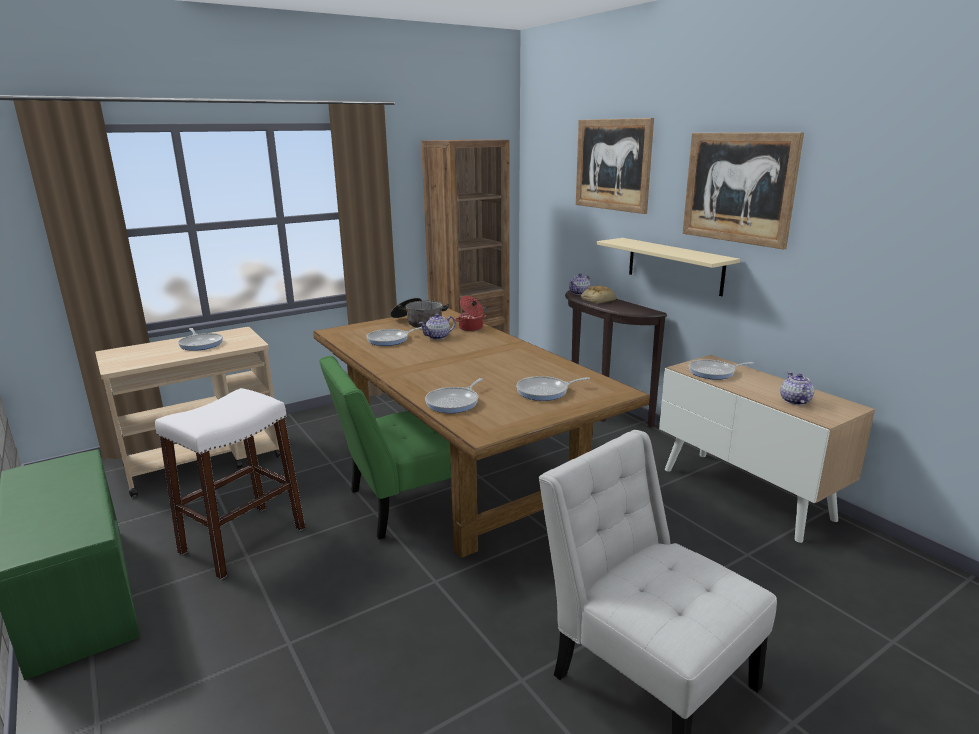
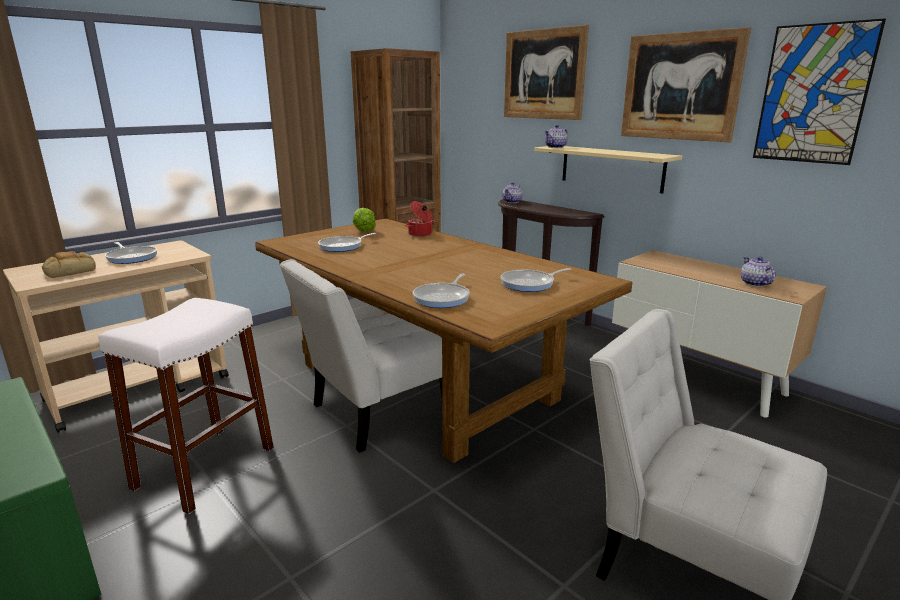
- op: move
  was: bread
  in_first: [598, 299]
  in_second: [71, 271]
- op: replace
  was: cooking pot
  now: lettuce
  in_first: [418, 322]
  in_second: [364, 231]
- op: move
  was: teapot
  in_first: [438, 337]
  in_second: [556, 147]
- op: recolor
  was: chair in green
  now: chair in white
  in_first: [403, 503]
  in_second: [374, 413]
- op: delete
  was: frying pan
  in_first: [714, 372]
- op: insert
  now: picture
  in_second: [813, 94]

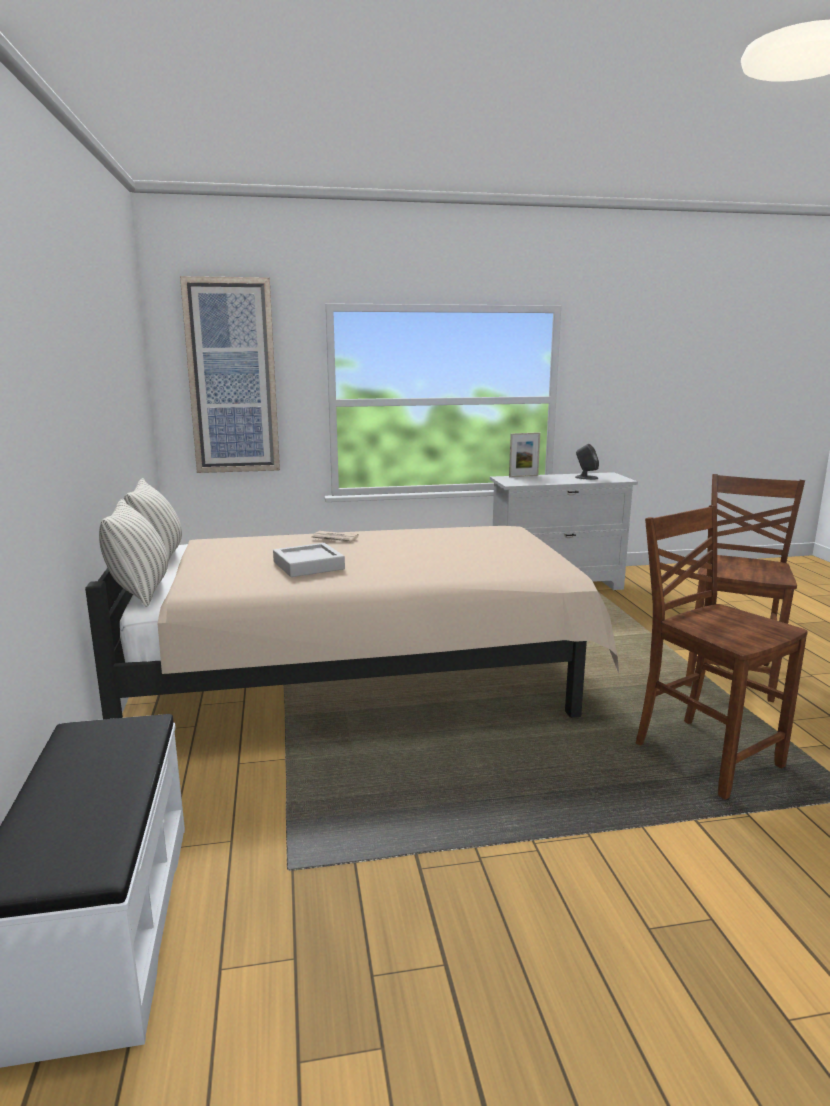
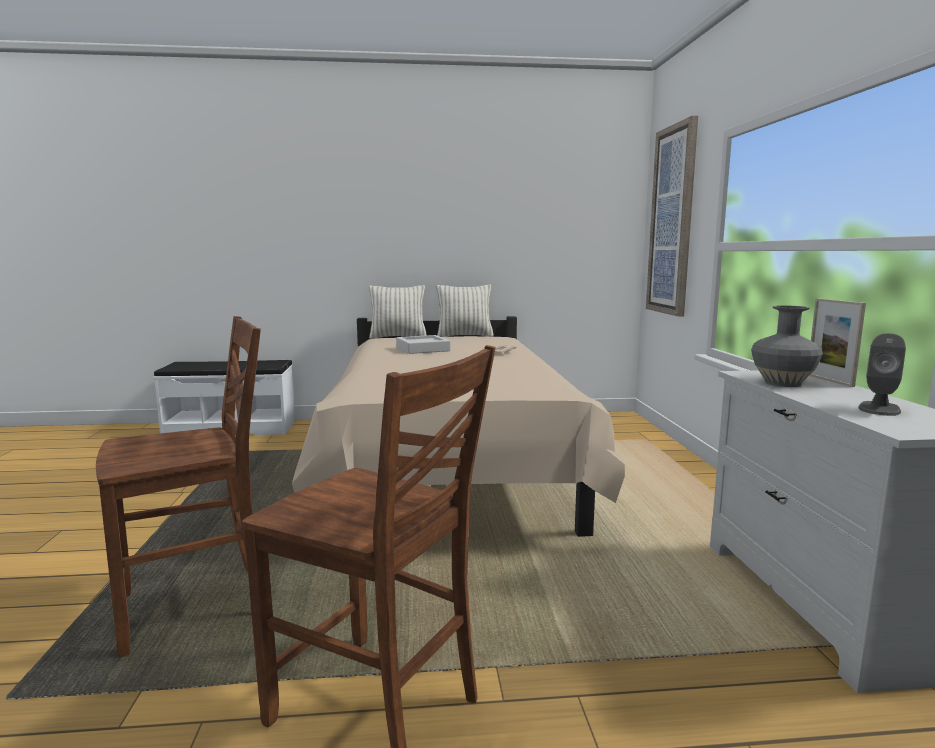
- op: insert
  now: vase in grey
  in_second: [781, 383]

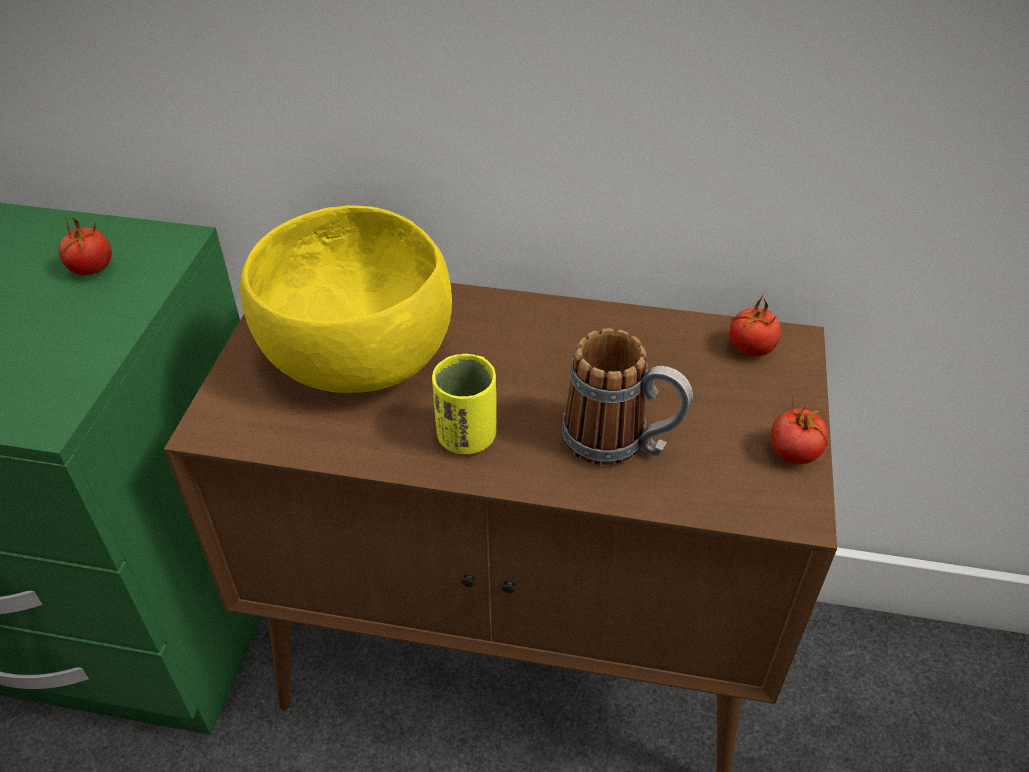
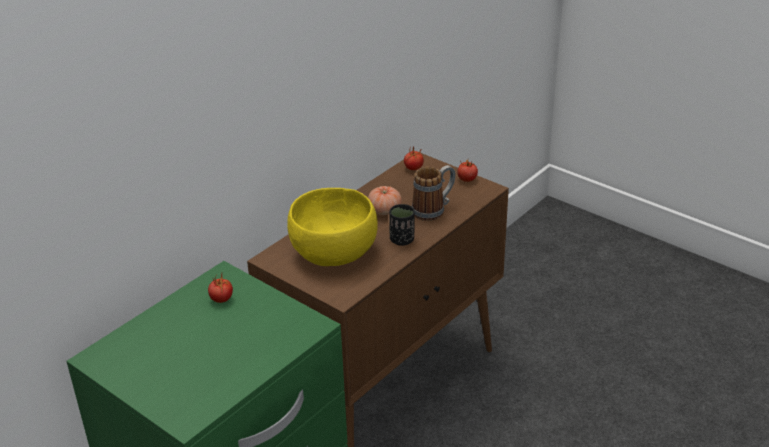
- op: recolor
  was: cup in yellow
  now: cup in black
  in_first: [467, 437]
  in_second: [402, 240]
- op: insert
  now: tomato
  in_second: [384, 210]

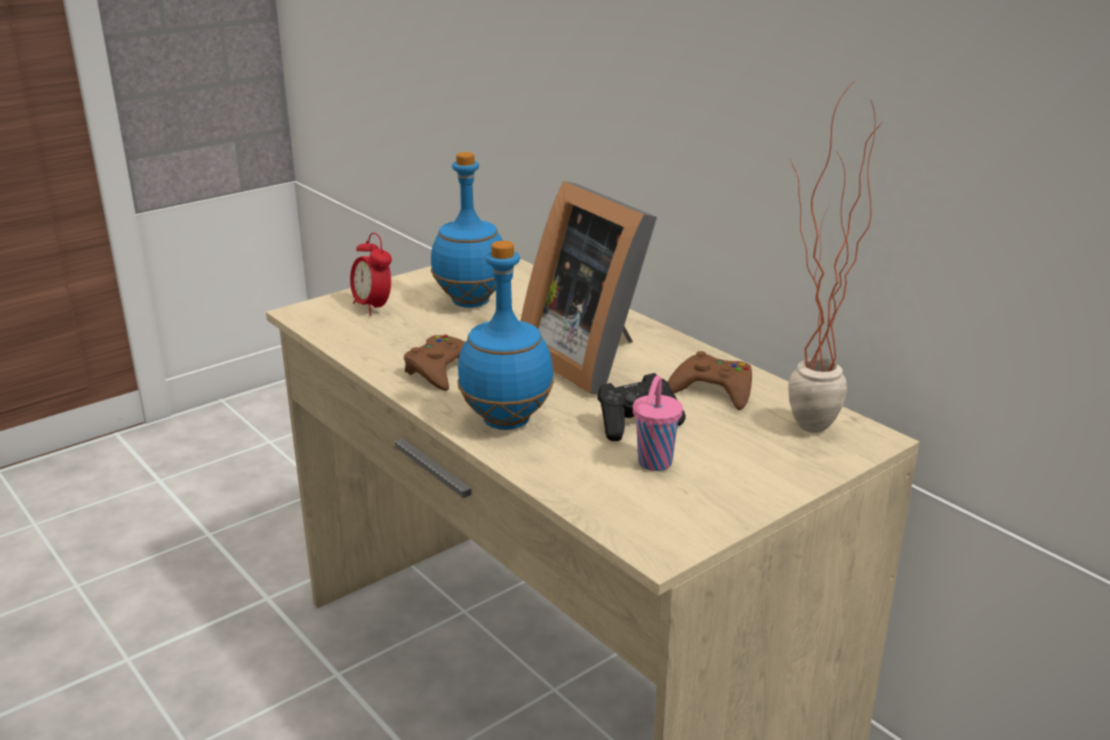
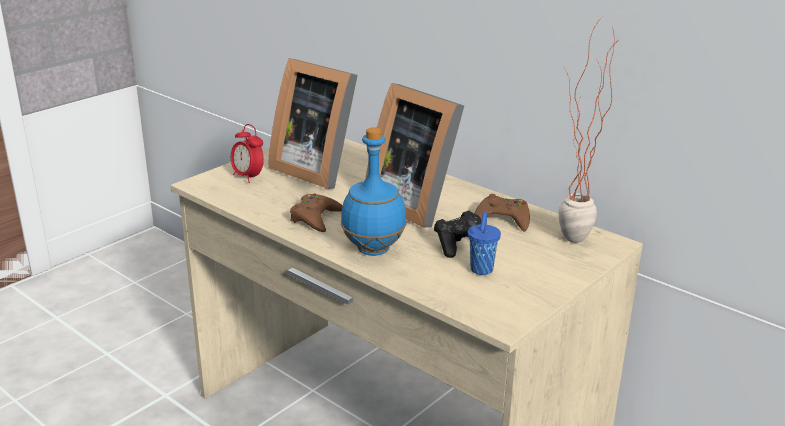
- op: replace
  was: bottle in blue
  now: picture frame
  in_first: [472, 302]
  in_second: [317, 169]
- op: recolor
  was: cup in pink
  now: cup in blue
  in_first: [654, 464]
  in_second: [481, 270]

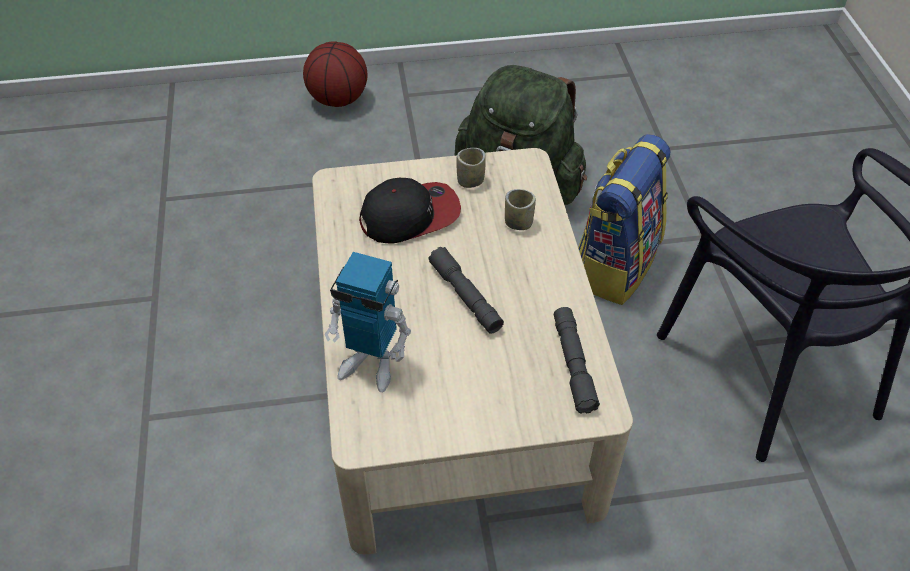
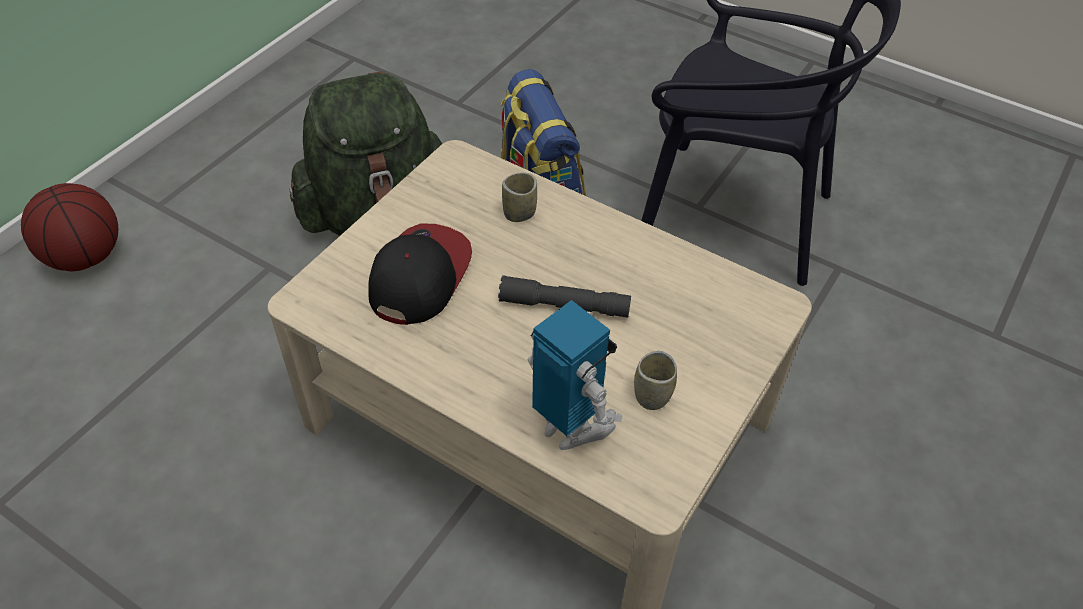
- op: move
  was: cup
  in_first: [470, 181]
  in_second: [652, 395]
- op: rotate
  was: toy robot
  in_first: [371, 364]
  in_second: [570, 427]
  clockwise: -105
- op: delete
  was: flashlight in grey
  in_first: [573, 364]

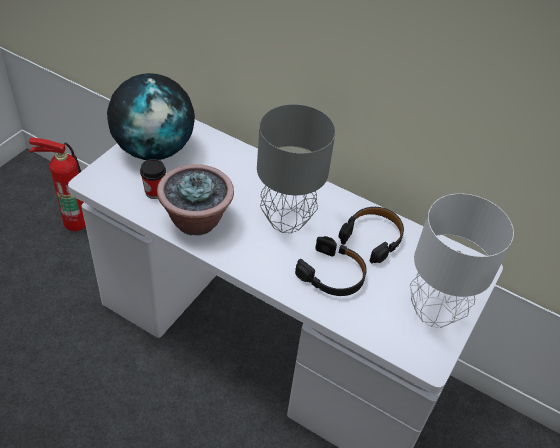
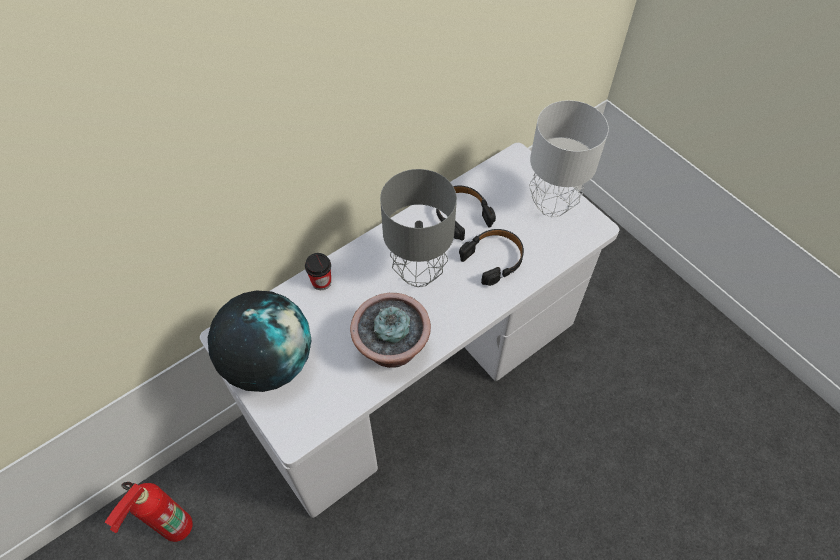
- op: move
  was: cup
  in_first: [154, 192]
  in_second: [321, 282]

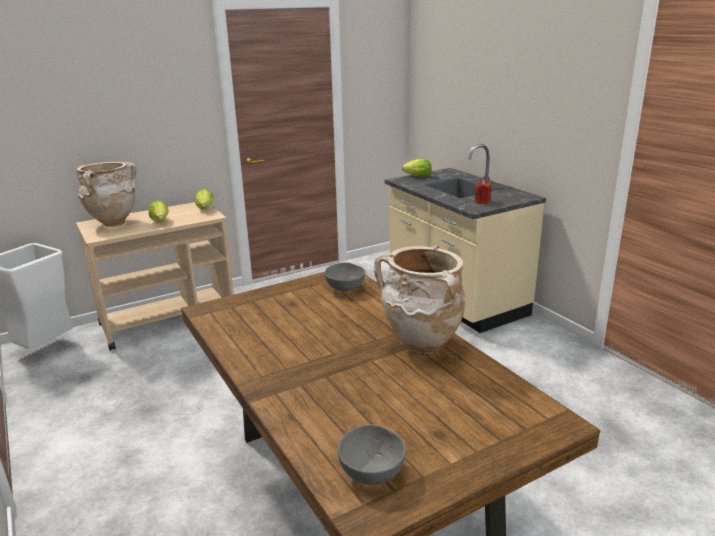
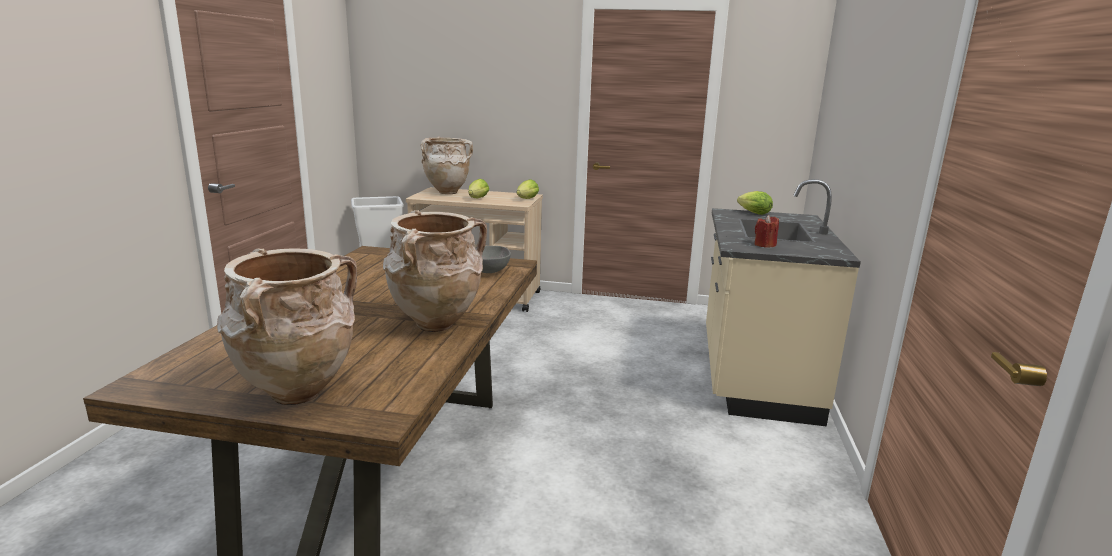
- op: delete
  was: bowl in grey
  in_first: [373, 471]
- op: insert
  now: vase in beige
  in_second: [296, 392]

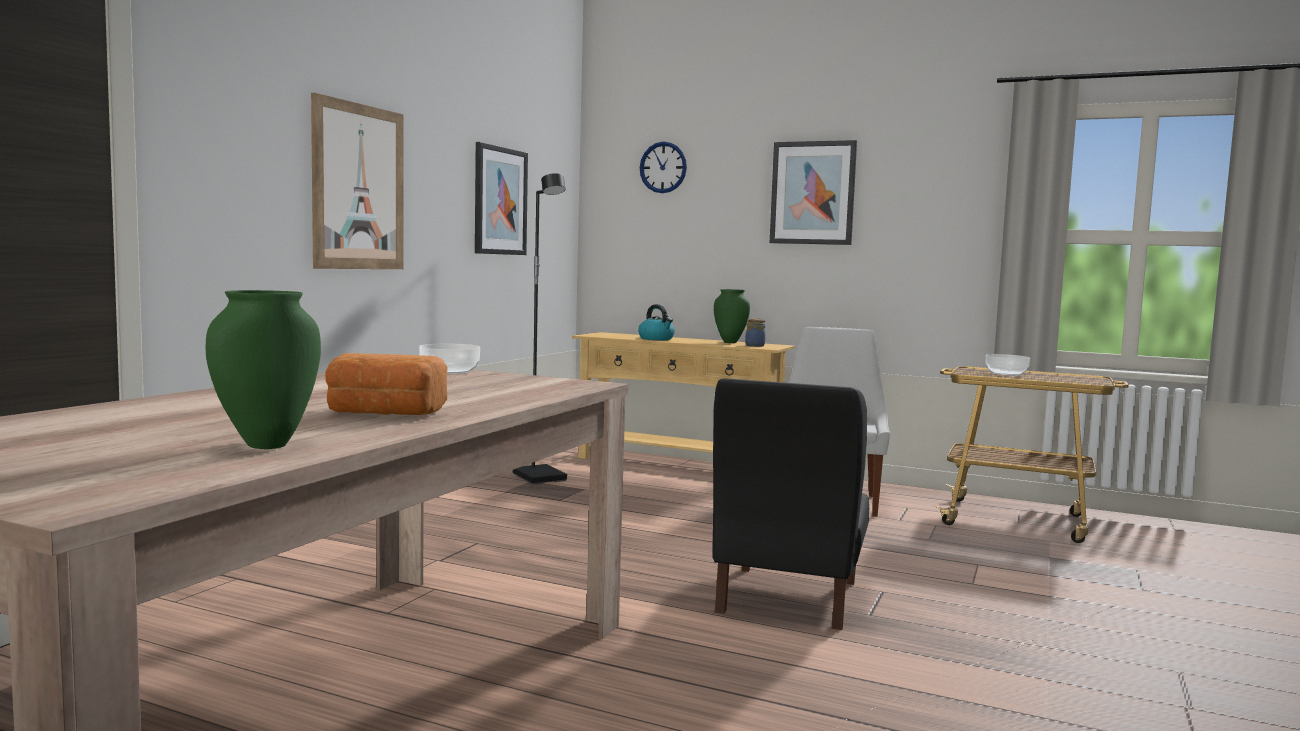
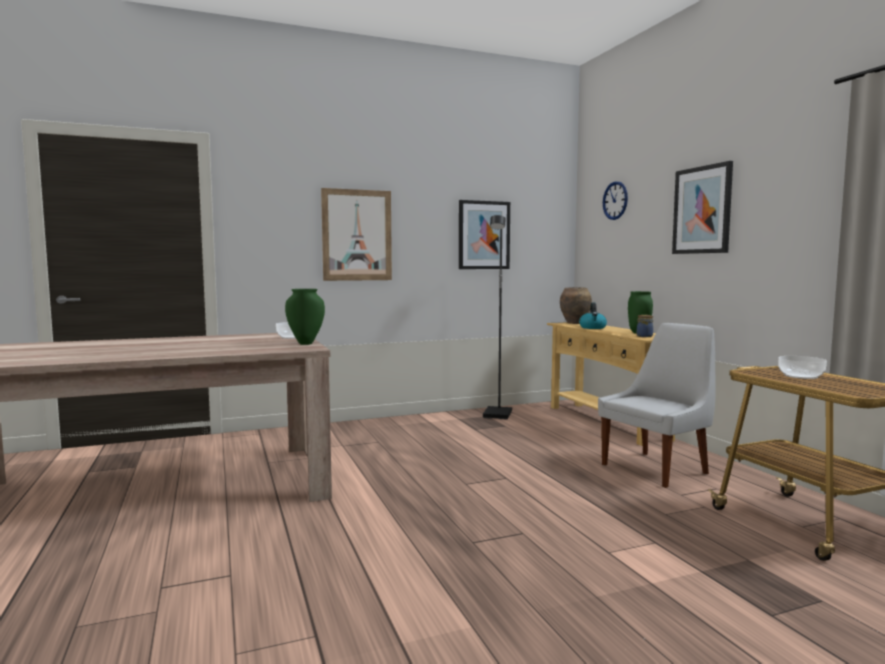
- op: move
  was: vase in green
  in_first: [267, 445]
  in_second: [305, 344]
- op: delete
  was: bread
  in_first: [384, 414]
- op: delete
  was: chair in black
  in_first: [786, 597]
- op: insert
  now: vase in brown
  in_second: [575, 323]

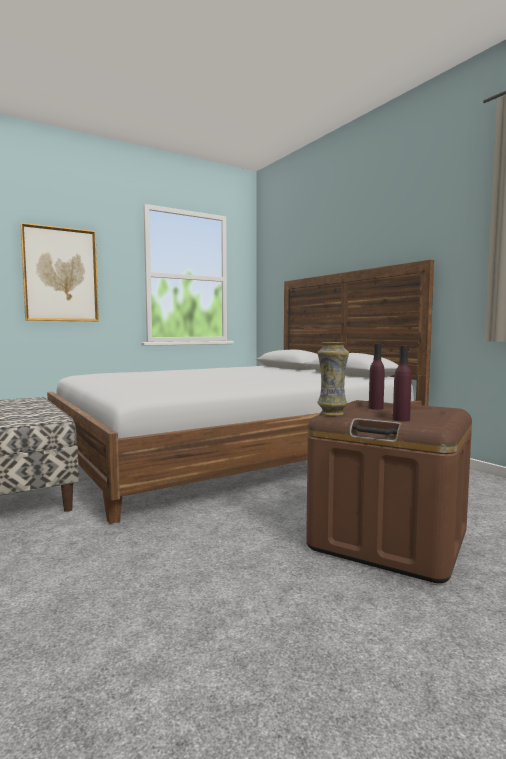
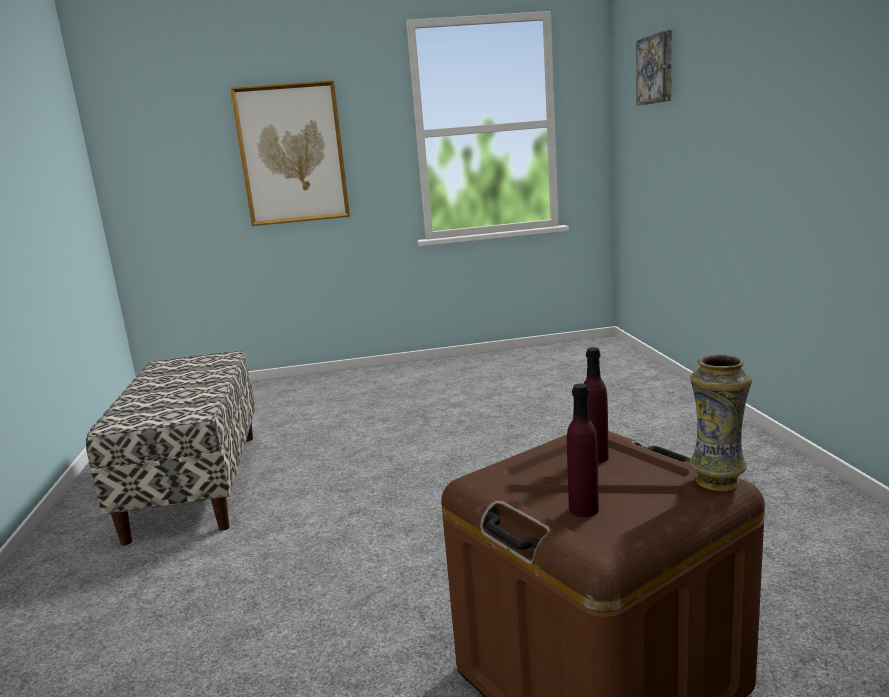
- op: delete
  was: bed
  in_first: [233, 454]
- op: move
  was: vase
  in_first: [332, 413]
  in_second: [717, 481]
- op: insert
  now: picture
  in_second: [656, 69]

